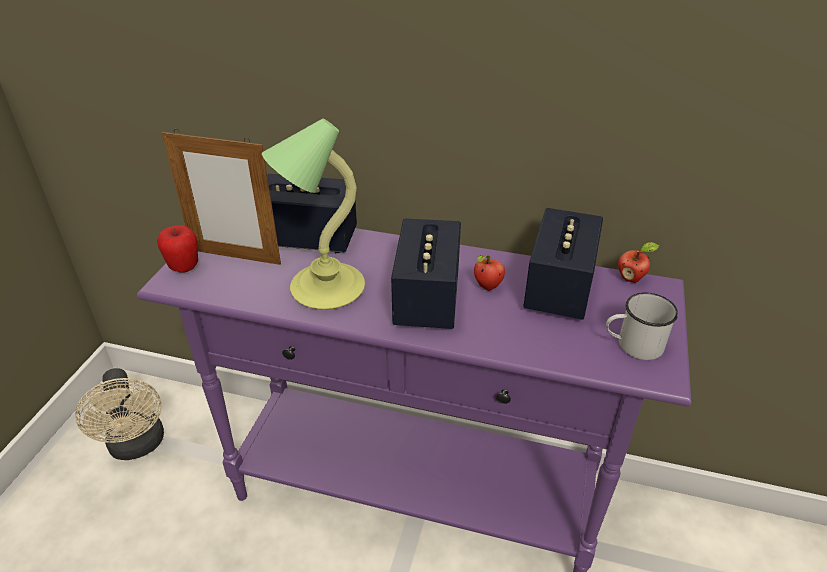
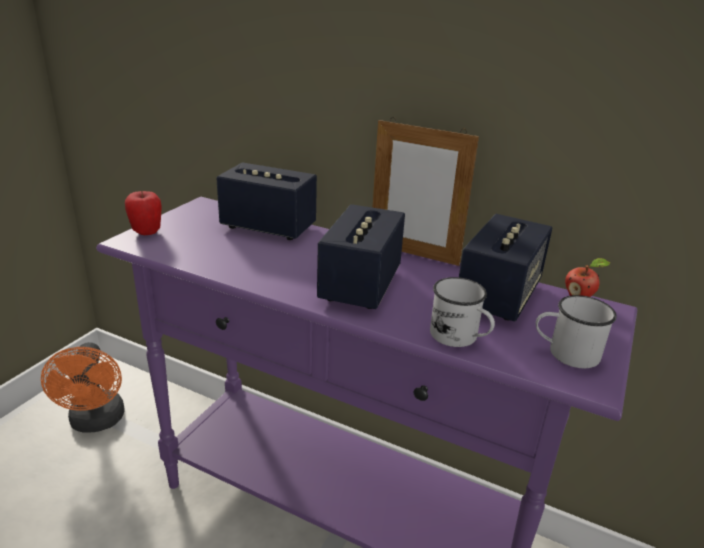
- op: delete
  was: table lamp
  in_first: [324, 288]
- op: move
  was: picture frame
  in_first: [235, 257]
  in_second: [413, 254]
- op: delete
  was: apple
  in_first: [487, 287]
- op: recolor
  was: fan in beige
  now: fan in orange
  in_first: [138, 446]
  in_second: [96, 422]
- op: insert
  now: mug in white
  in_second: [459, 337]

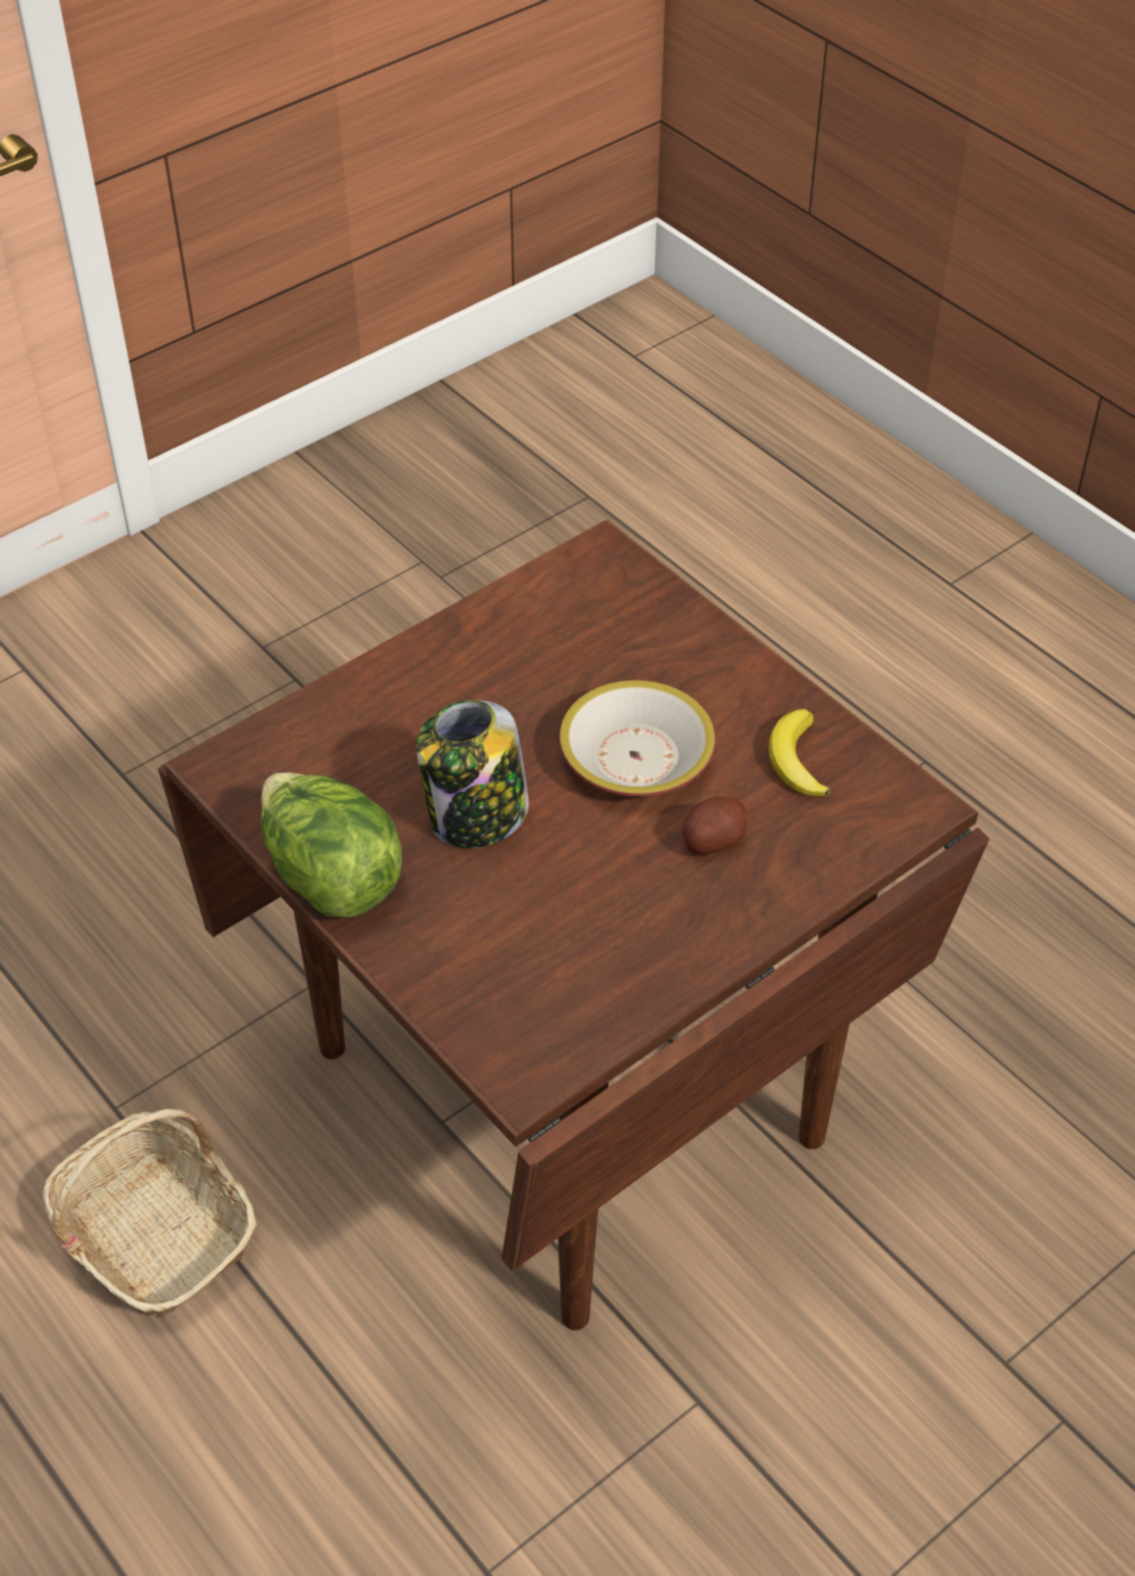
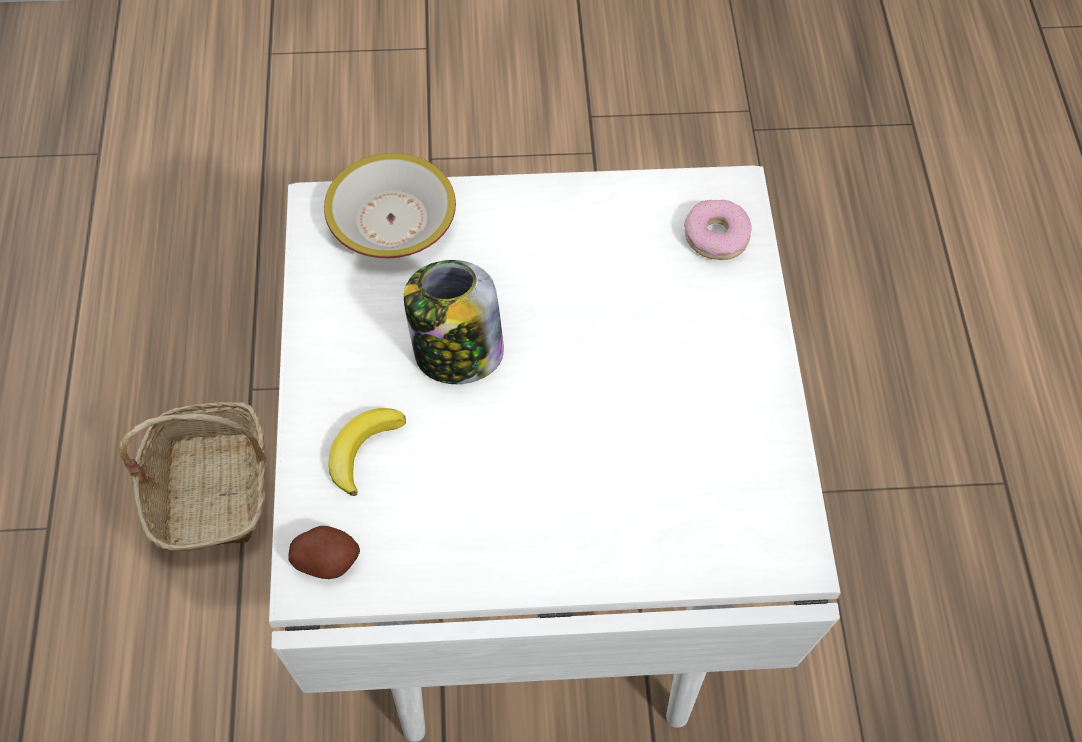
- op: recolor
  was: dining table in brown
  now: dining table in white
  in_first: [564, 1095]
  in_second: [533, 568]
- op: move
  was: bowl
  in_first: [635, 757]
  in_second: [391, 219]
- op: move
  was: banana
  in_first: [796, 760]
  in_second: [362, 450]
- op: delete
  was: lettuce
  in_first: [330, 877]
- op: move
  was: potato
  in_first: [712, 840]
  in_second: [326, 561]
- op: insert
  now: donut
  in_second: [716, 236]

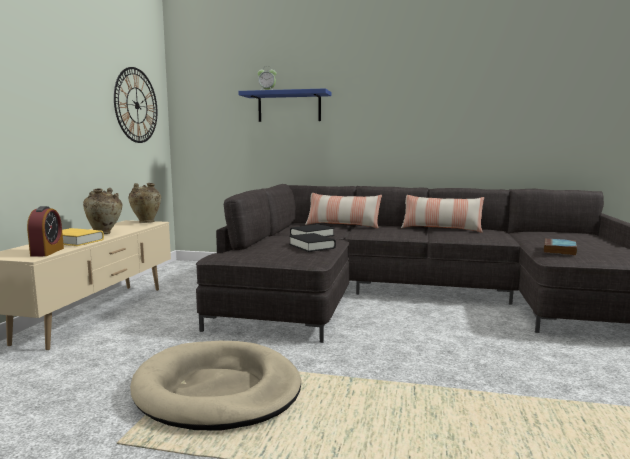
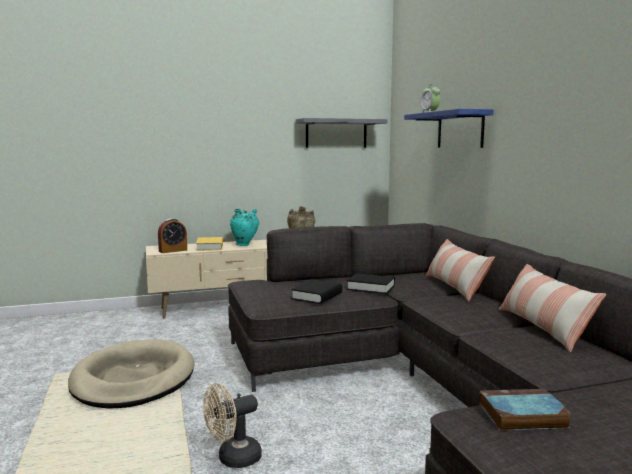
- op: replace
  was: wall clock
  now: shelf in grey
  in_first: [136, 105]
  in_second: [336, 133]
- op: recolor
  was: vase in beige
  now: vase in turquoise
  in_first: [105, 233]
  in_second: [244, 245]
- op: insert
  now: fan in beige
  in_second: [233, 459]

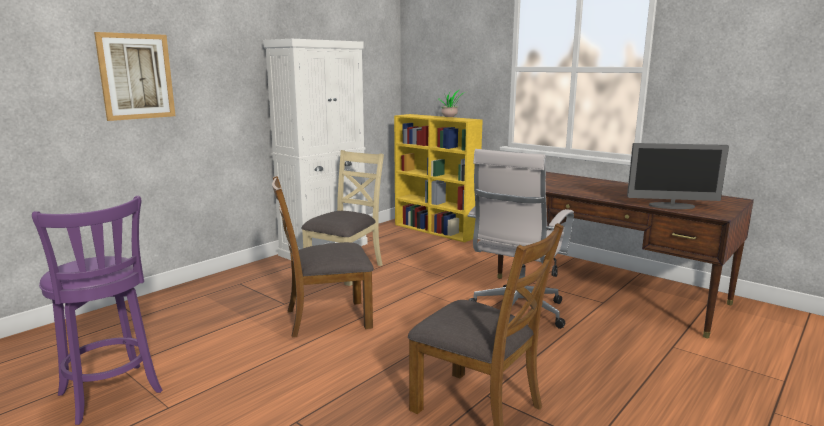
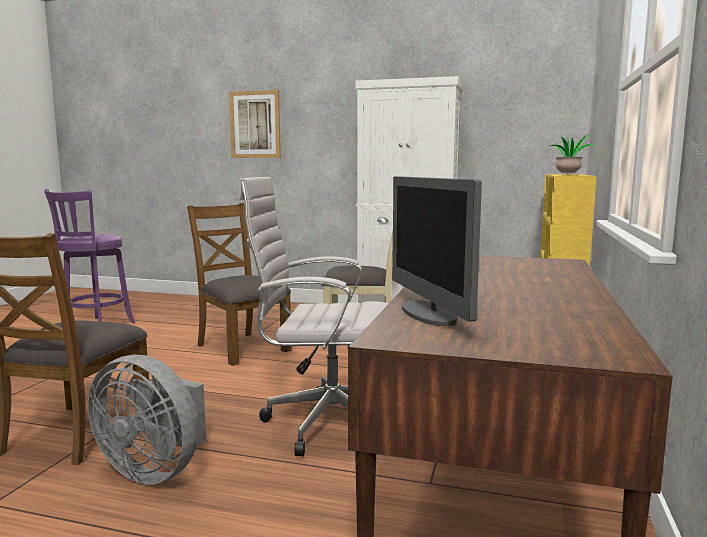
- op: insert
  now: fan in grey
  in_second: [155, 470]

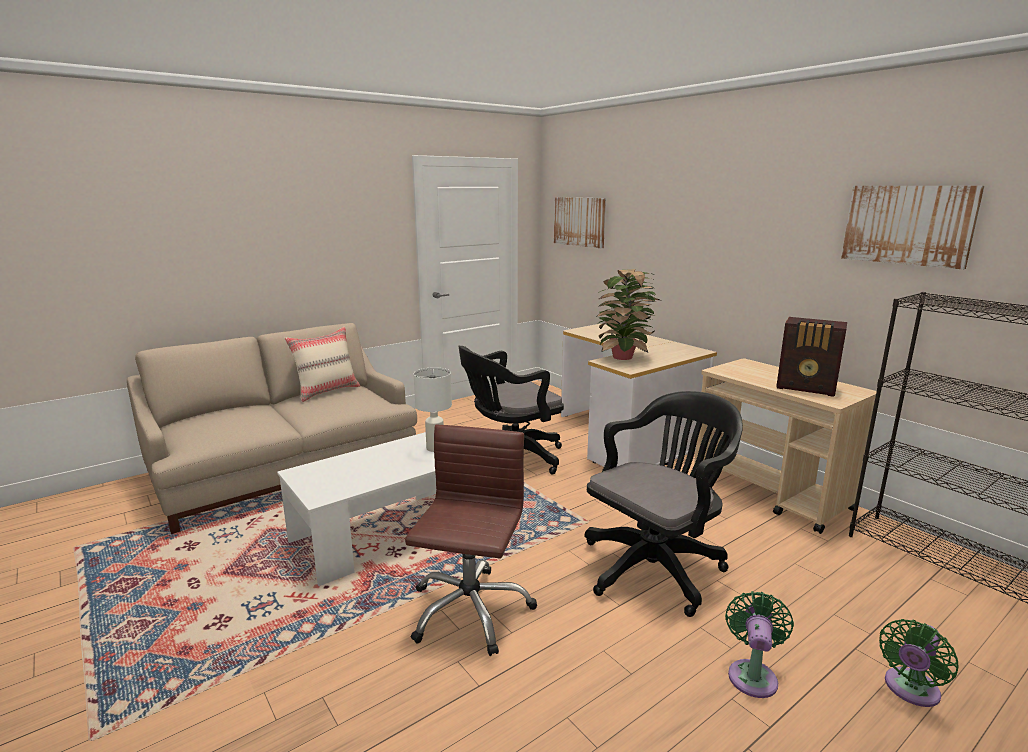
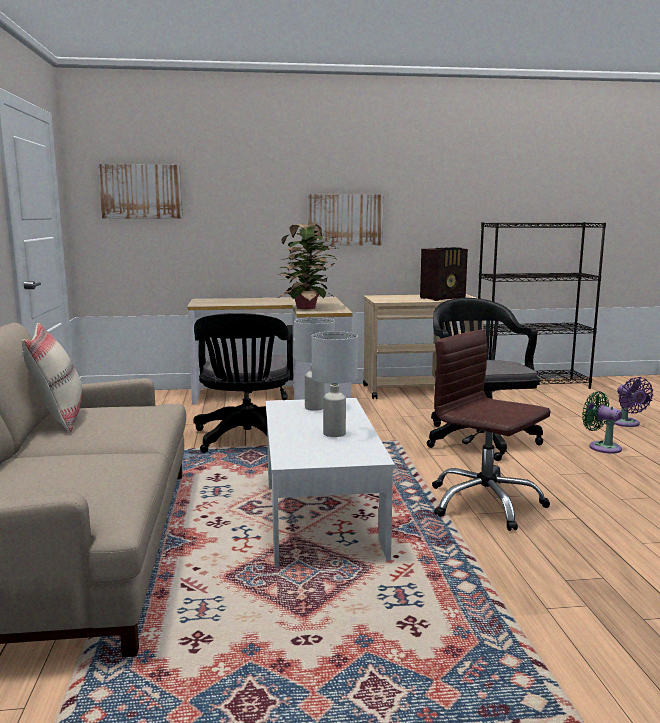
- op: move
  was: picture
  in_first: [908, 225]
  in_second: [345, 220]
- op: recolor
  was: fan in green
  now: fan in purple
  in_first: [910, 690]
  in_second: [627, 423]
- op: insert
  now: table lamp in white
  in_second: [334, 433]

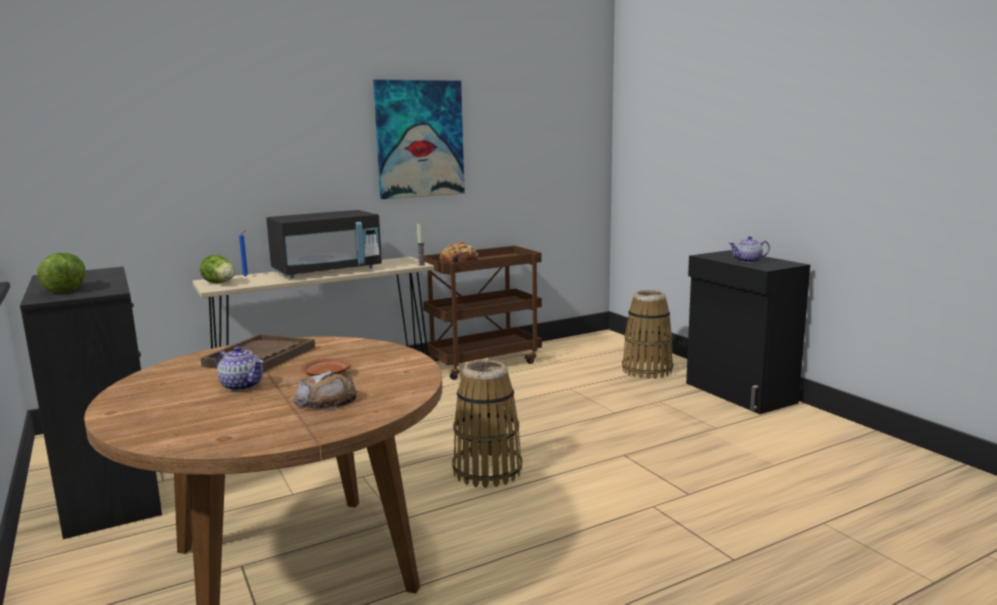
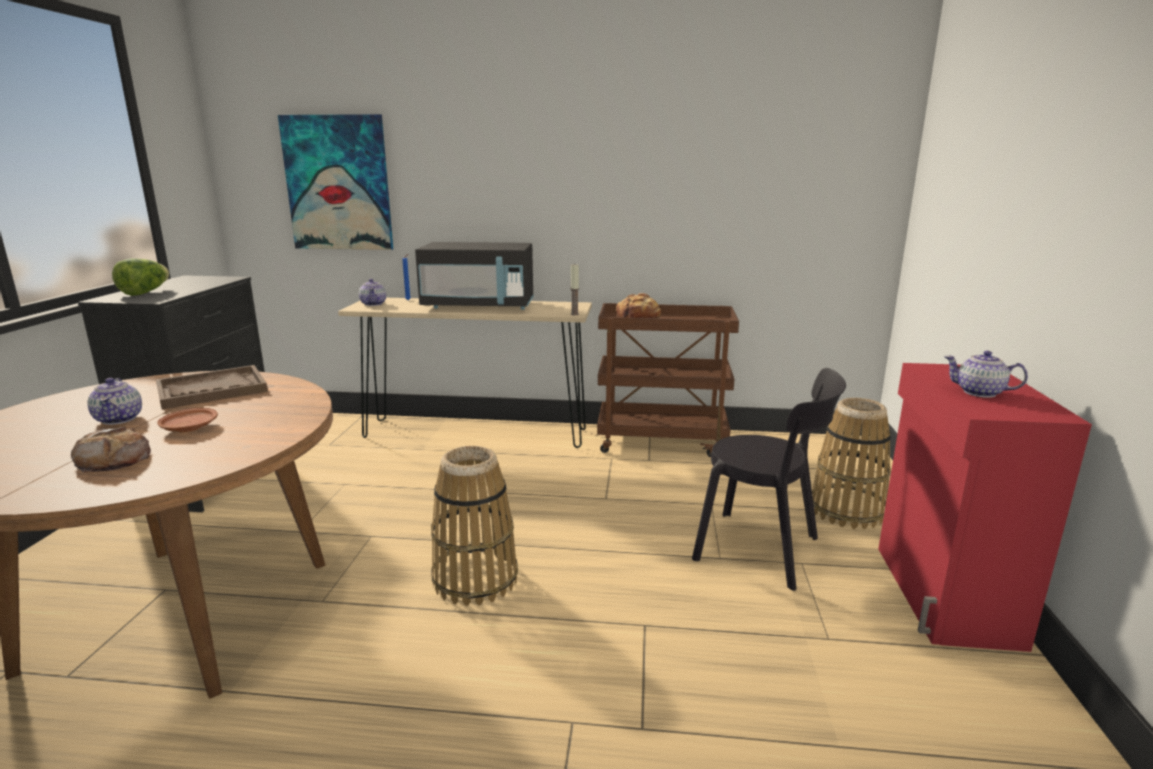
- op: move
  was: picture
  in_first: [419, 139]
  in_second: [338, 183]
- op: recolor
  was: cabinet in black
  now: cabinet in red
  in_first: [739, 393]
  in_second: [943, 595]
- op: replace
  was: lettuce
  now: teapot
  in_first: [220, 283]
  in_second: [373, 304]
- op: insert
  now: chair in black
  in_second: [763, 550]

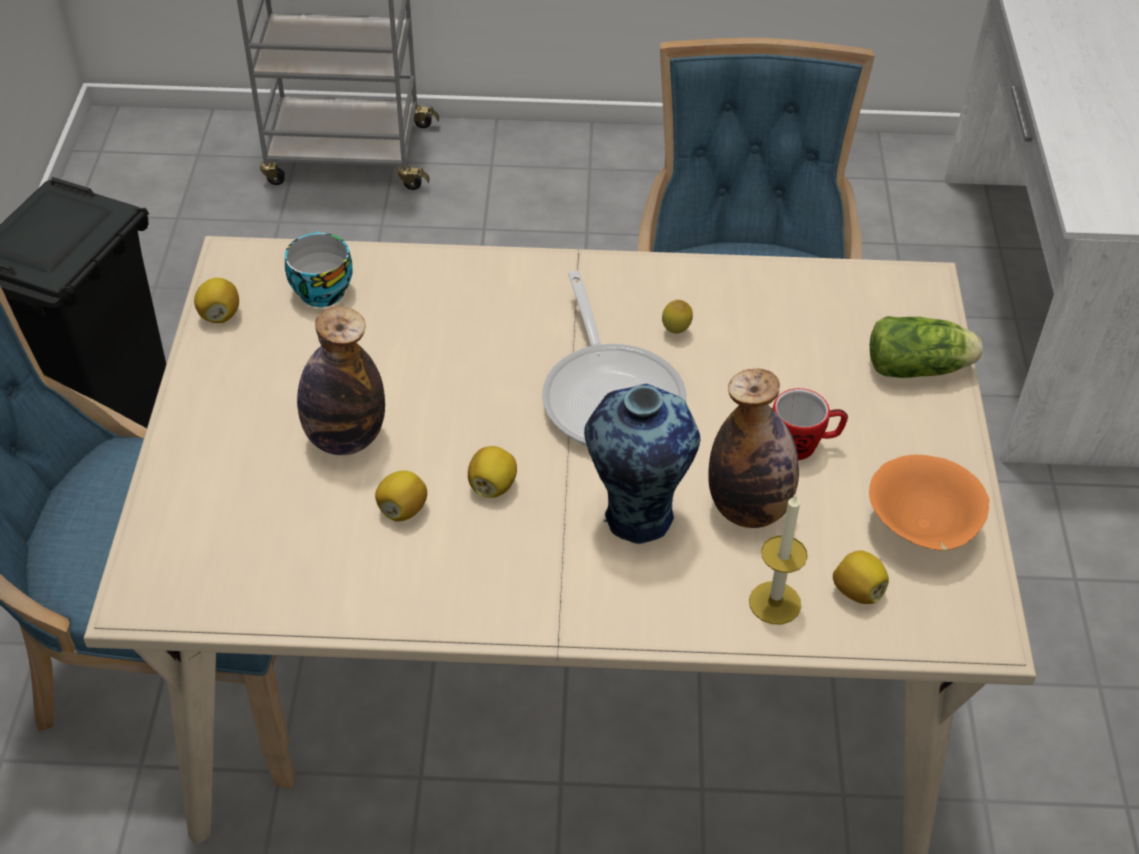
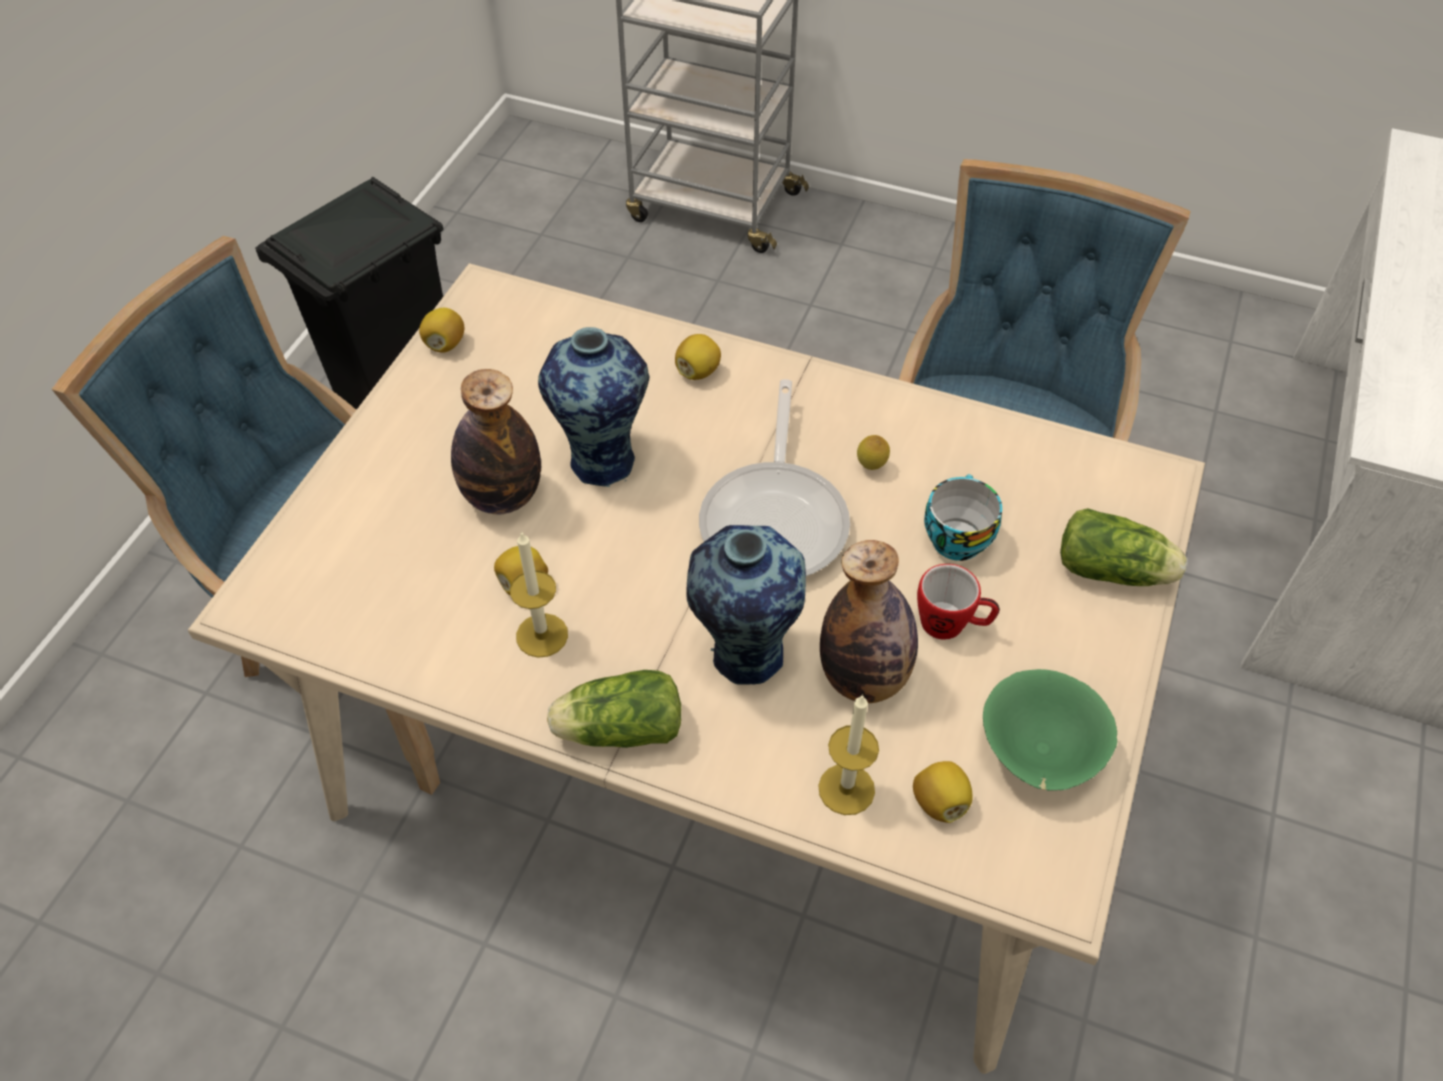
- op: move
  was: cup
  in_first: [320, 289]
  in_second: [955, 537]
- op: move
  was: lemon
  in_first: [492, 486]
  in_second: [698, 371]
- op: recolor
  was: bowl in orange
  now: bowl in green
  in_first: [921, 529]
  in_second: [1038, 753]
- op: insert
  now: vase
  in_second: [603, 459]
- op: insert
  now: candle
  in_second: [542, 635]
- op: insert
  now: lettuce
  in_second: [616, 729]

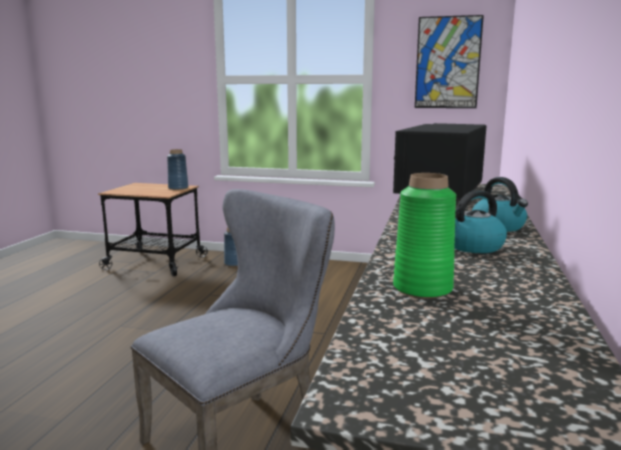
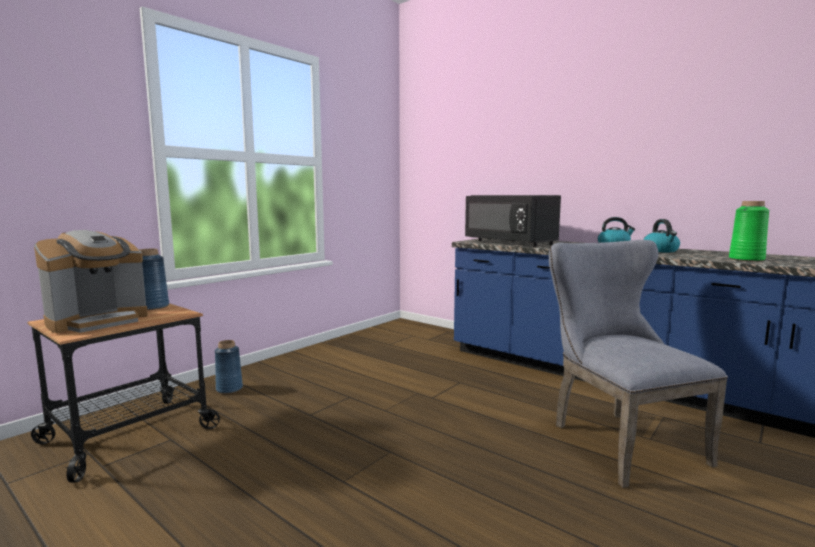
- op: delete
  was: picture
  in_first: [447, 63]
- op: insert
  now: coffee machine
  in_second: [98, 321]

